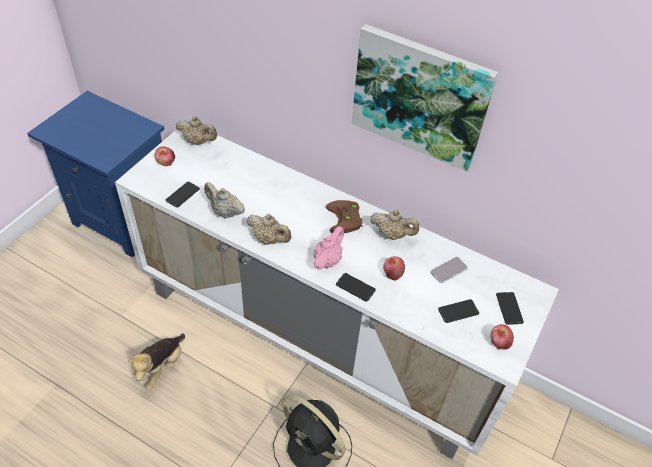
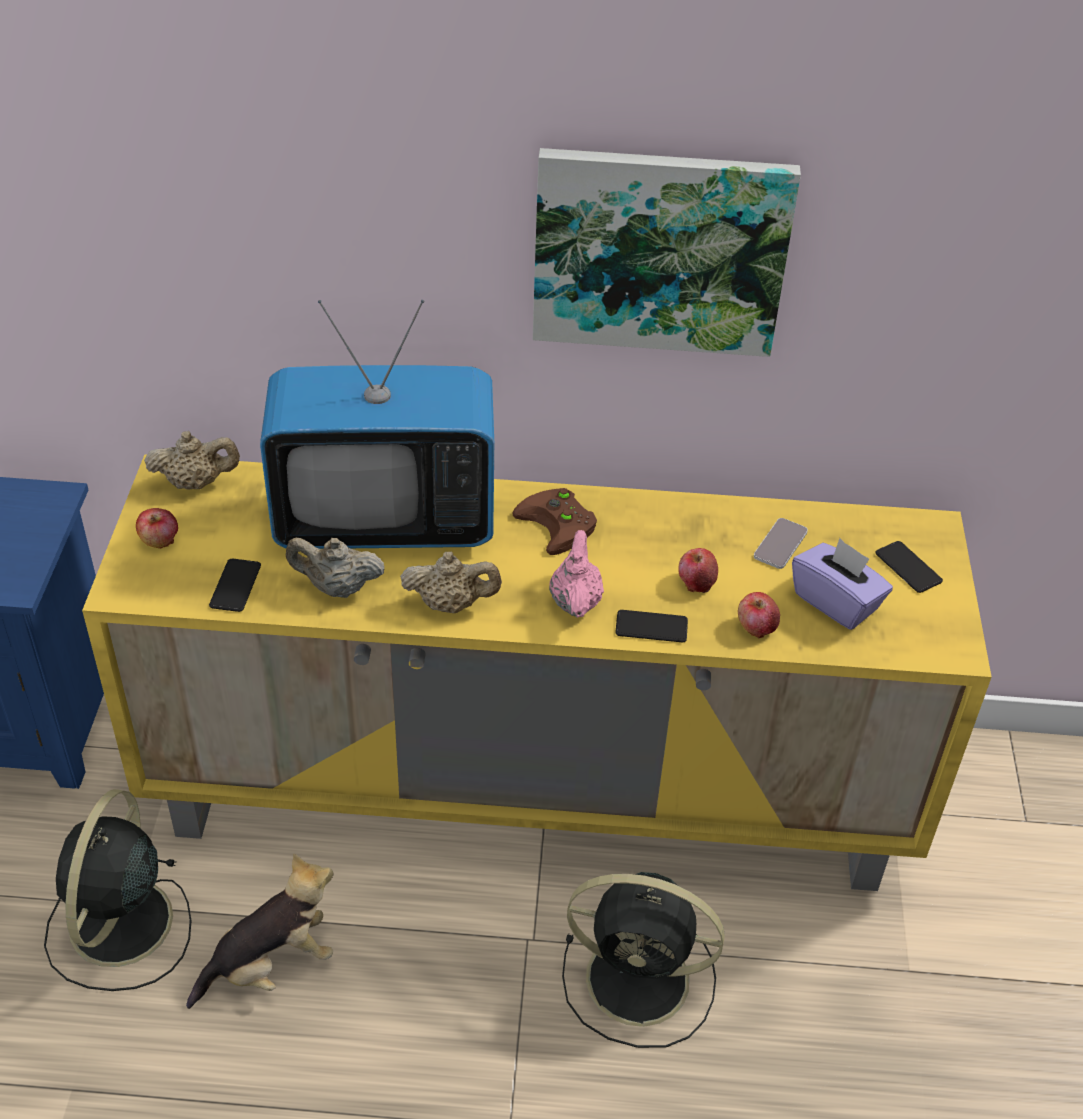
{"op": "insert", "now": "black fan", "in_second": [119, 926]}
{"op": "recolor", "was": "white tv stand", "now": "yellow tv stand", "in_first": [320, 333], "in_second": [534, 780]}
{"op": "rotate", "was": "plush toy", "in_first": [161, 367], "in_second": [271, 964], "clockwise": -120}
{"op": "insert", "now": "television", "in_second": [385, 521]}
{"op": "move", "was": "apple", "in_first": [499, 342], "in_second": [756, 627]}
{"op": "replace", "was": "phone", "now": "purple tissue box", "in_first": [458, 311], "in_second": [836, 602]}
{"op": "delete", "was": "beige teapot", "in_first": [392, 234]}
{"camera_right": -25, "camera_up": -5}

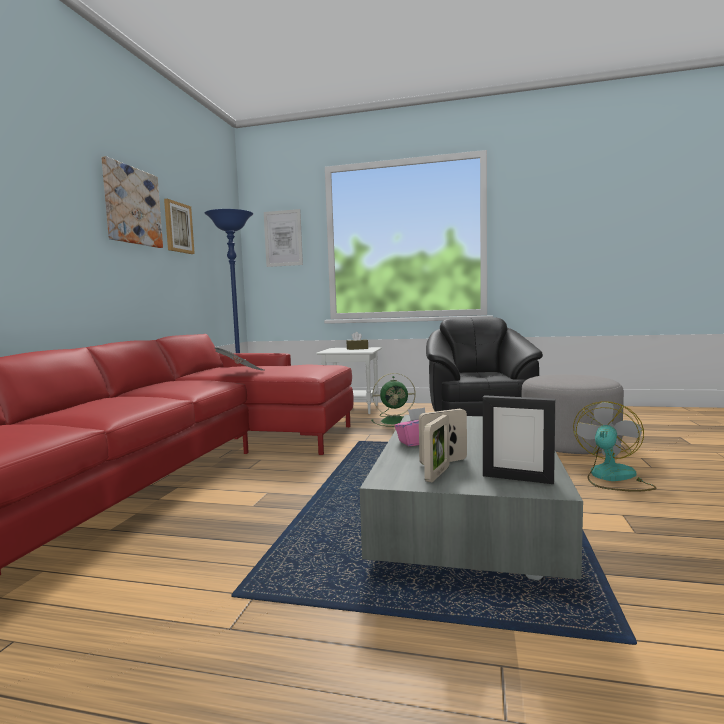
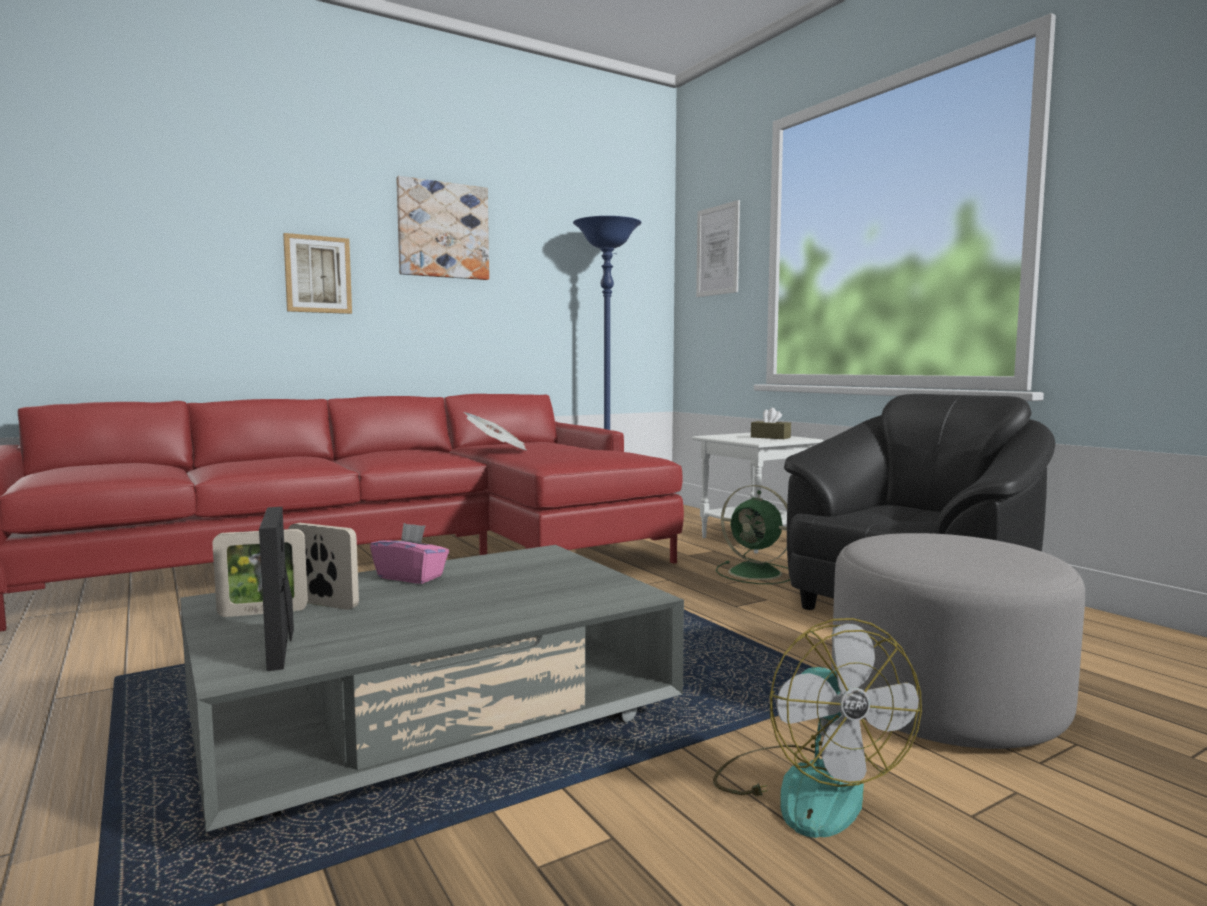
{"op": "move", "was": "picture", "in_first": [178, 227], "in_second": [317, 274]}
{"op": "rotate", "was": "fan", "in_first": [612, 478], "in_second": [806, 787], "clockwise": 90}
{"camera_right": 45, "camera_up": 0}

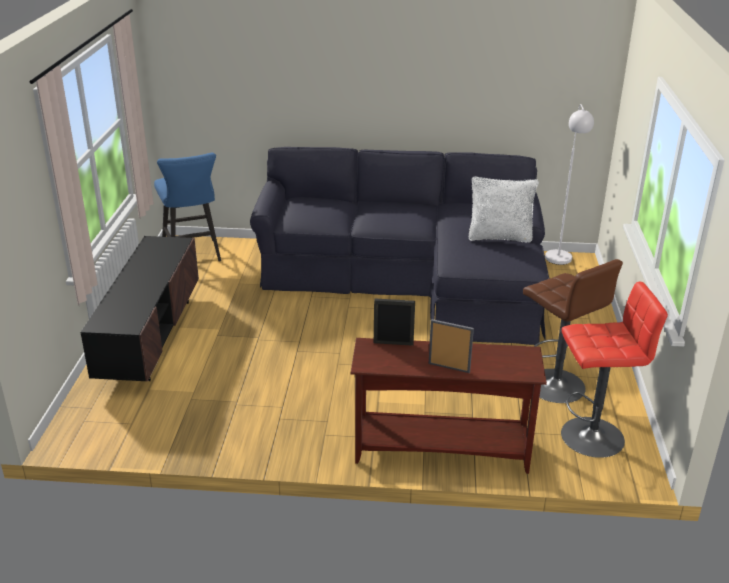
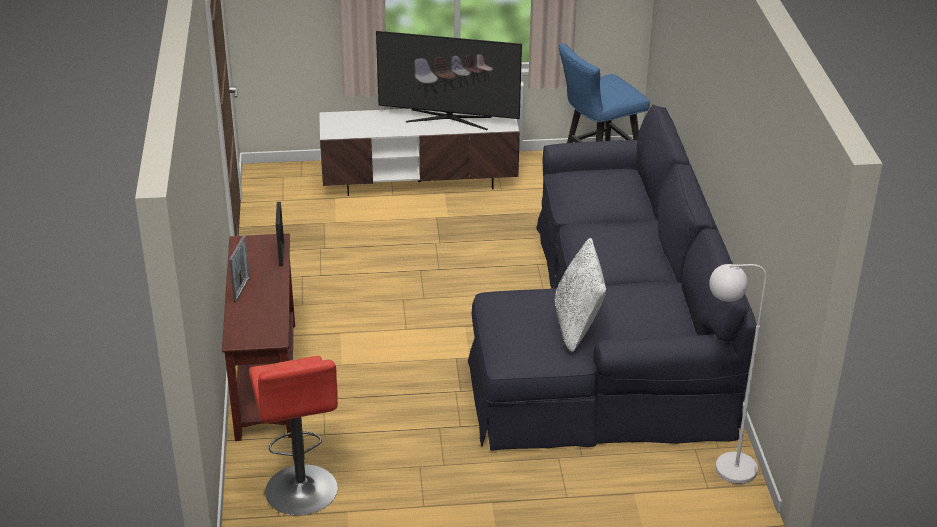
{"op": "recolor", "was": "black tv stand", "now": "white tv stand", "in_first": [150, 338], "in_second": [419, 181]}
{"op": "insert", "now": "television", "in_second": [448, 119]}
{"op": "delete", "was": "brown stool", "in_first": [556, 386]}
{"camera_right": 80, "camera_up": 5}

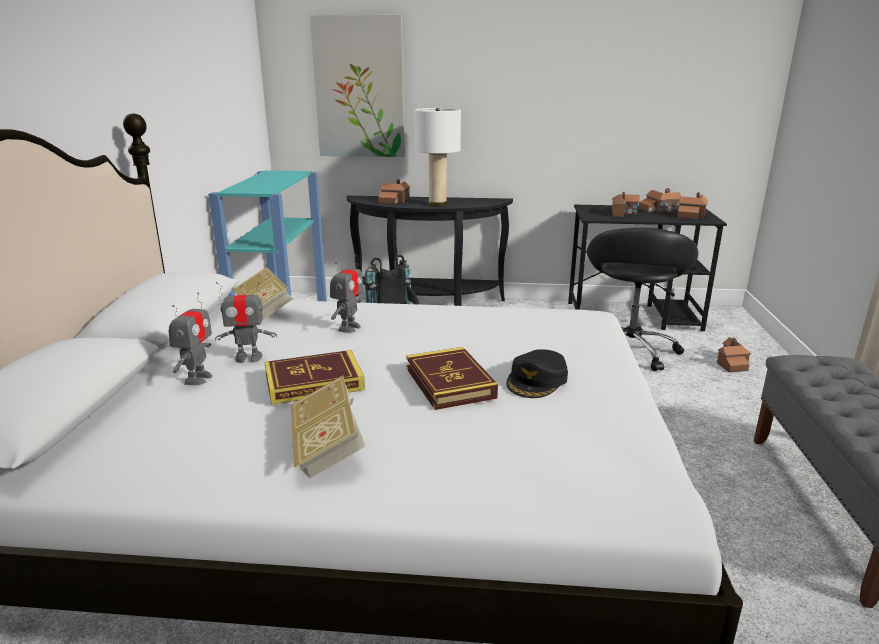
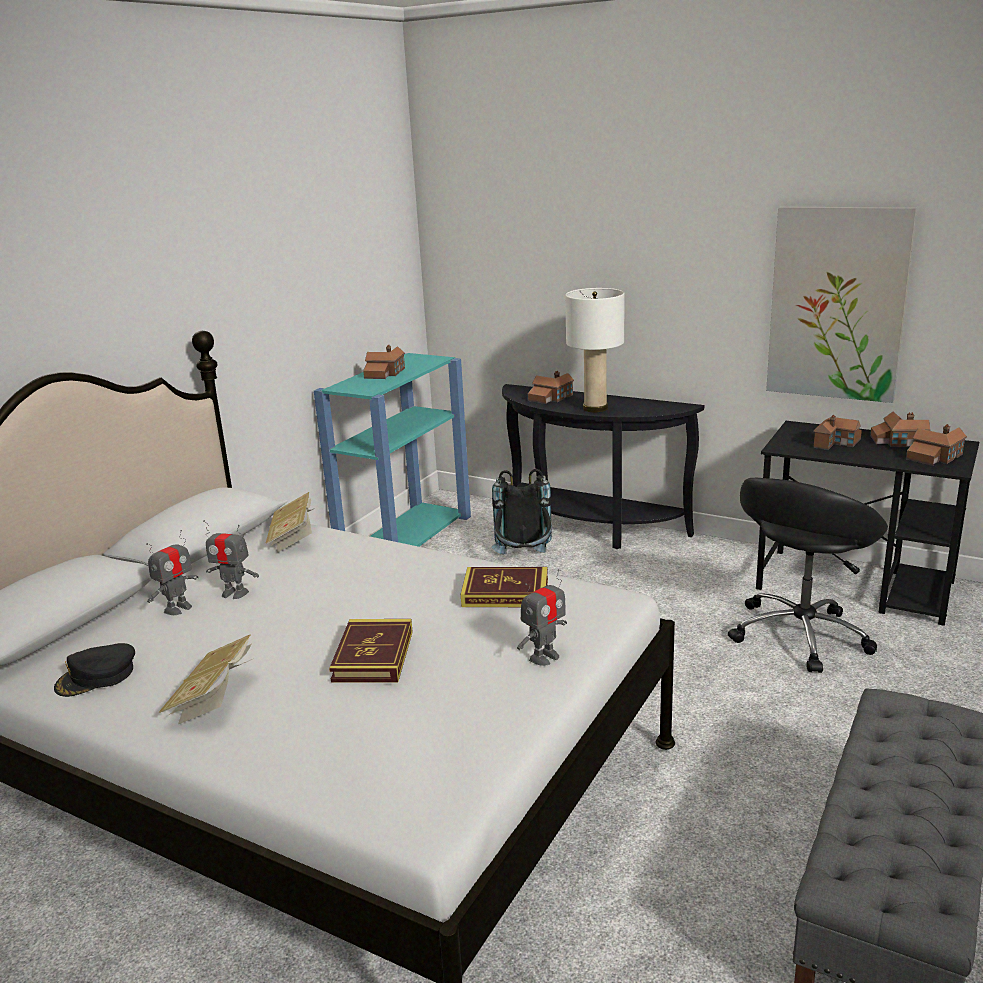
{"op": "move", "was": "black cap", "in_first": [537, 380], "in_second": [97, 677]}
{"op": "move", "was": "toy house", "in_first": [731, 363], "in_second": [385, 373]}
{"op": "move", "was": "book", "in_first": [314, 382], "in_second": [505, 592]}
{"op": "move", "was": "toy robot", "in_first": [349, 328], "in_second": [544, 657]}
{"op": "move", "was": "picture", "in_first": [359, 88], "in_second": [837, 304]}
{"camera_right": 25, "camera_up": 0}

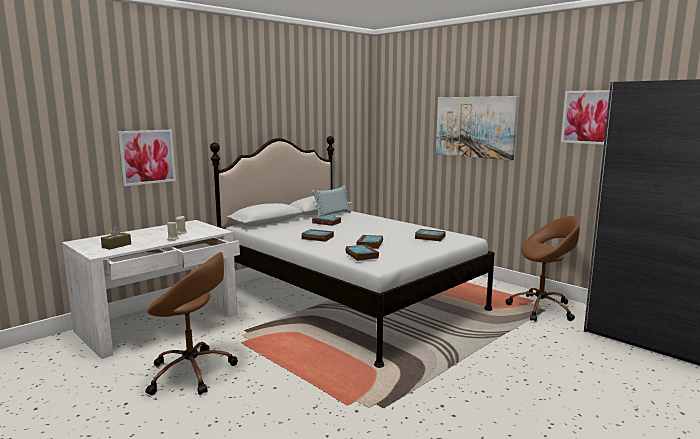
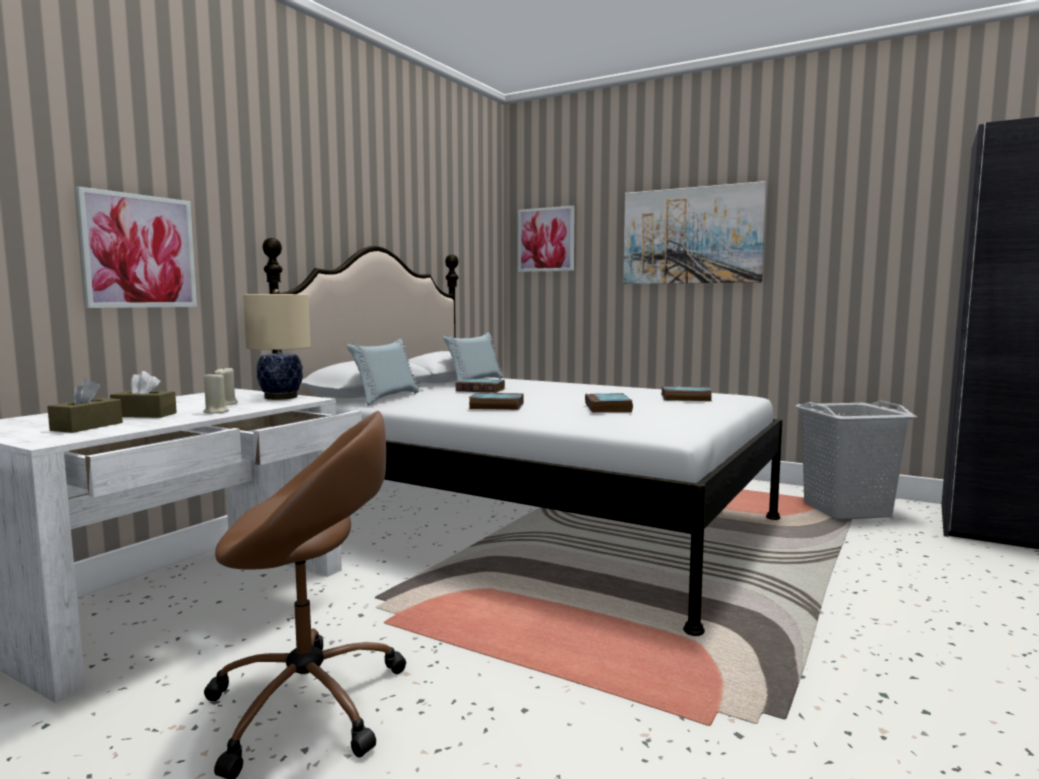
{"op": "insert", "now": "brown tissue box", "in_second": [144, 415]}
{"op": "insert", "now": "beige table lamp", "in_second": [281, 397]}
{"op": "insert", "now": "blue pillow", "in_second": [386, 398]}
{"op": "move", "was": "picture", "in_first": [590, 117], "in_second": [546, 239]}
{"op": "replace", "was": "brown office chair", "now": "grey laundry basket", "in_first": [542, 308], "in_second": [847, 510]}
{"op": "delete", "was": "book", "in_first": [361, 255]}
{"camera_right": -15, "camera_up": -5}

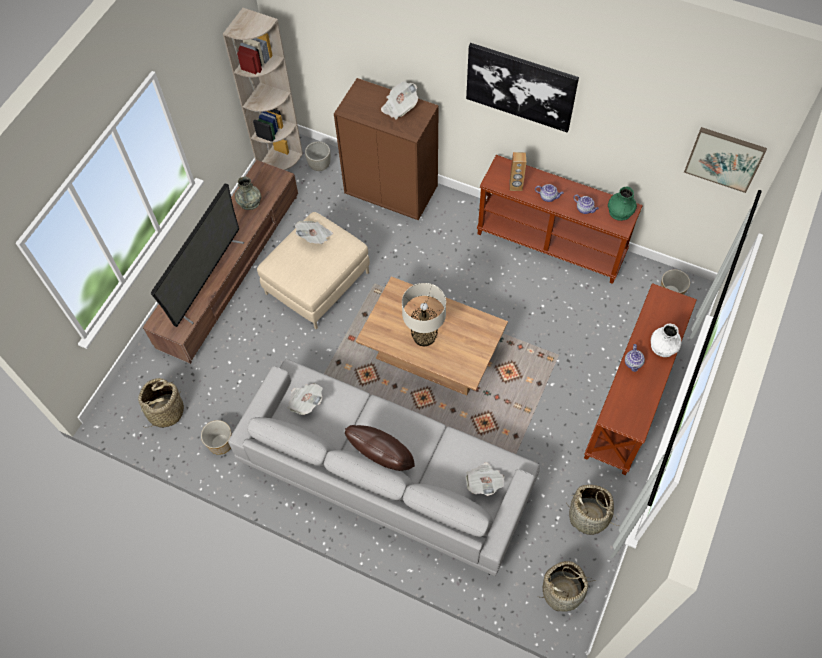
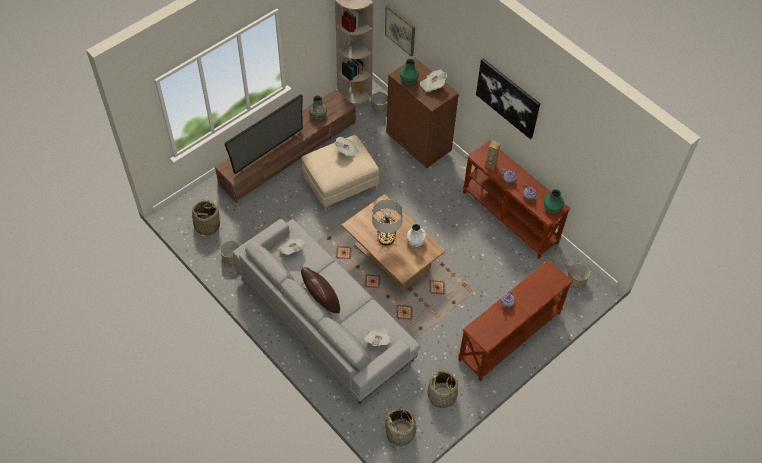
{"op": "move", "was": "picture", "in_first": [724, 158], "in_second": [400, 30]}
{"op": "insert", "now": "green vase", "in_second": [409, 79]}
{"op": "move", "was": "white vase", "in_first": [663, 346], "in_second": [416, 240]}
{"camera_right": 20, "camera_up": -5}

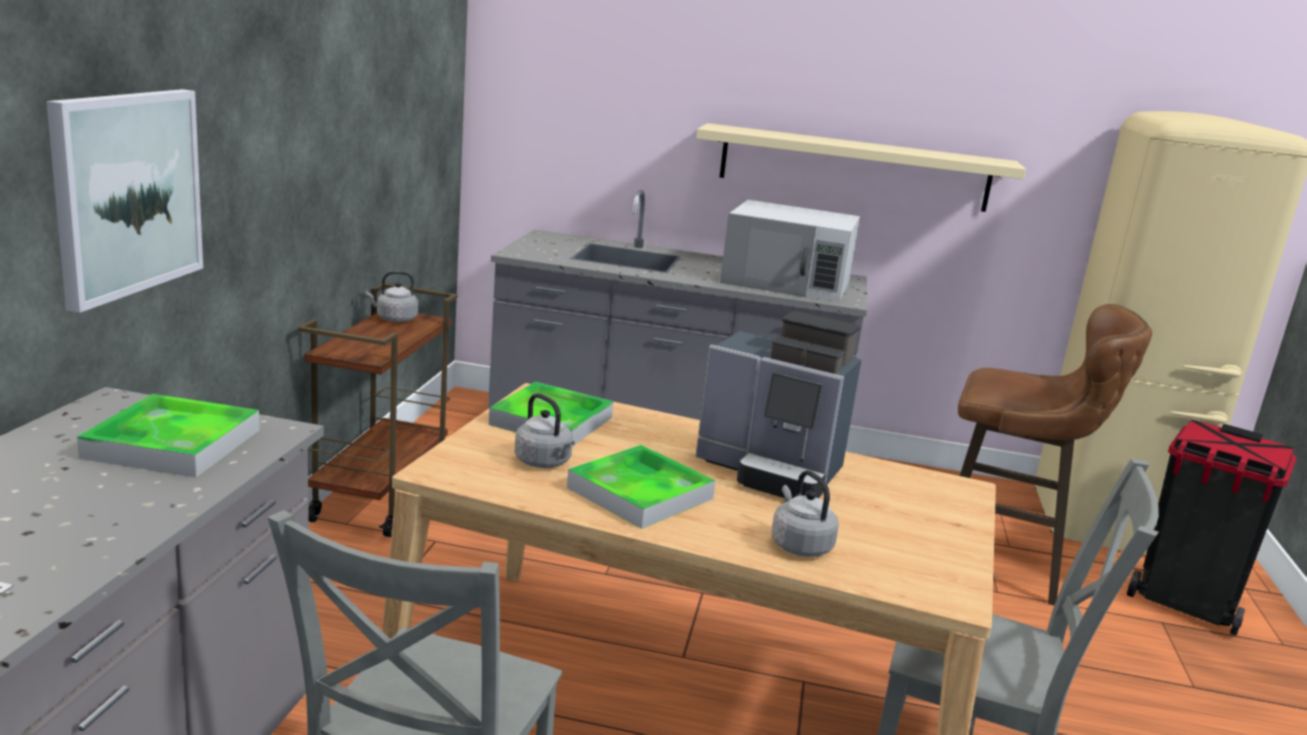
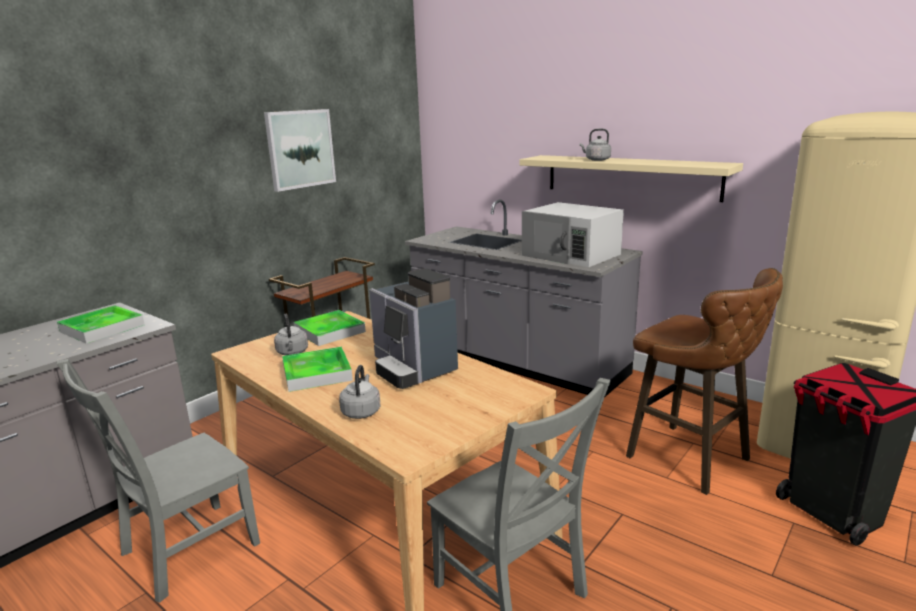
{"op": "move", "was": "picture", "in_first": [127, 193], "in_second": [300, 149]}
{"op": "move", "was": "grey kettle", "in_first": [394, 319], "in_second": [596, 160]}
{"camera_right": 30, "camera_up": 0}

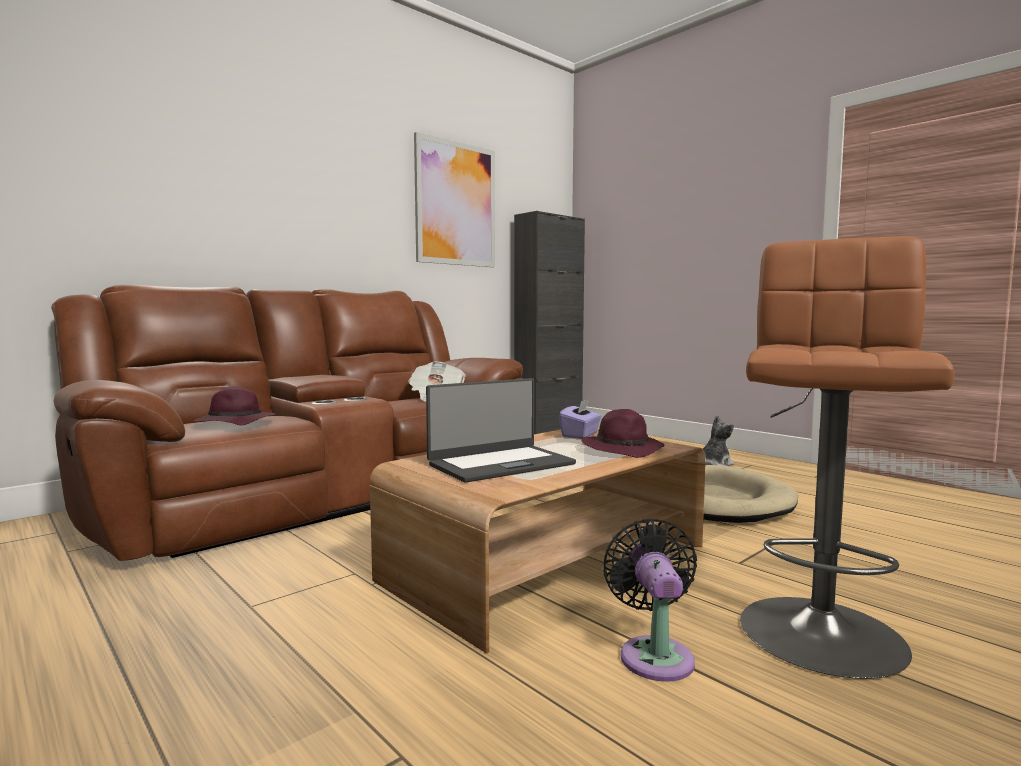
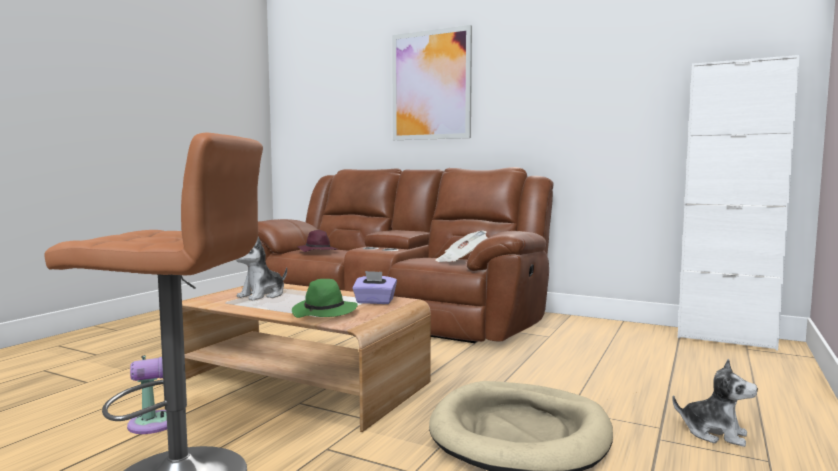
{"op": "replace", "was": "laptop", "now": "plush toy", "in_first": [500, 464], "in_second": [262, 295]}
{"op": "recolor", "was": "purple hat", "now": "green hat", "in_first": [623, 449], "in_second": [325, 313]}
{"op": "move", "was": "picture", "in_first": [455, 204], "in_second": [431, 85]}
{"op": "recolor", "was": "black cabinet", "now": "white cabinet", "in_first": [548, 430], "in_second": [725, 338]}
{"camera_right": 70, "camera_up": 0}

